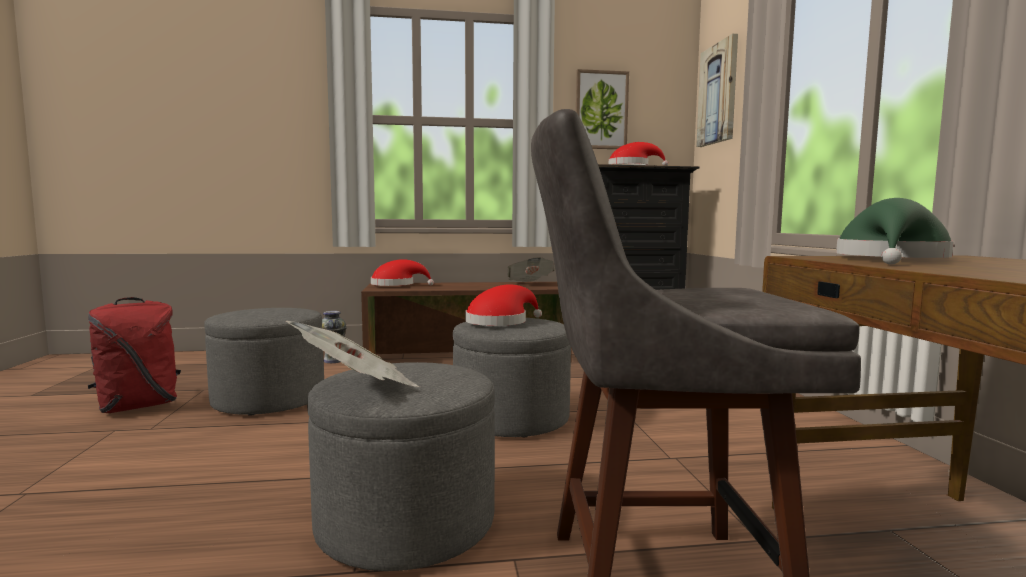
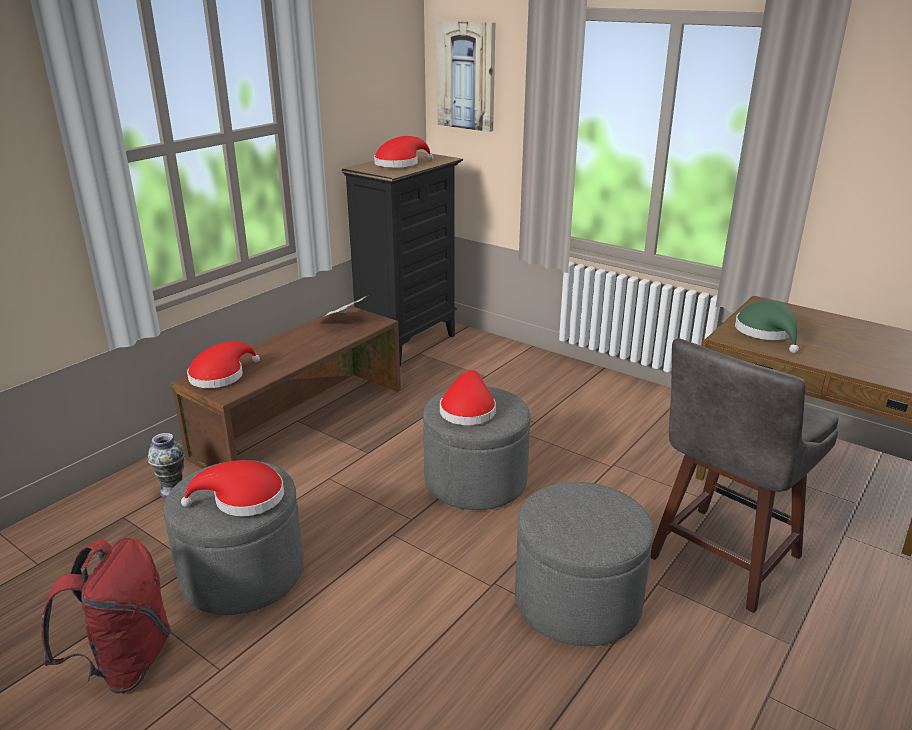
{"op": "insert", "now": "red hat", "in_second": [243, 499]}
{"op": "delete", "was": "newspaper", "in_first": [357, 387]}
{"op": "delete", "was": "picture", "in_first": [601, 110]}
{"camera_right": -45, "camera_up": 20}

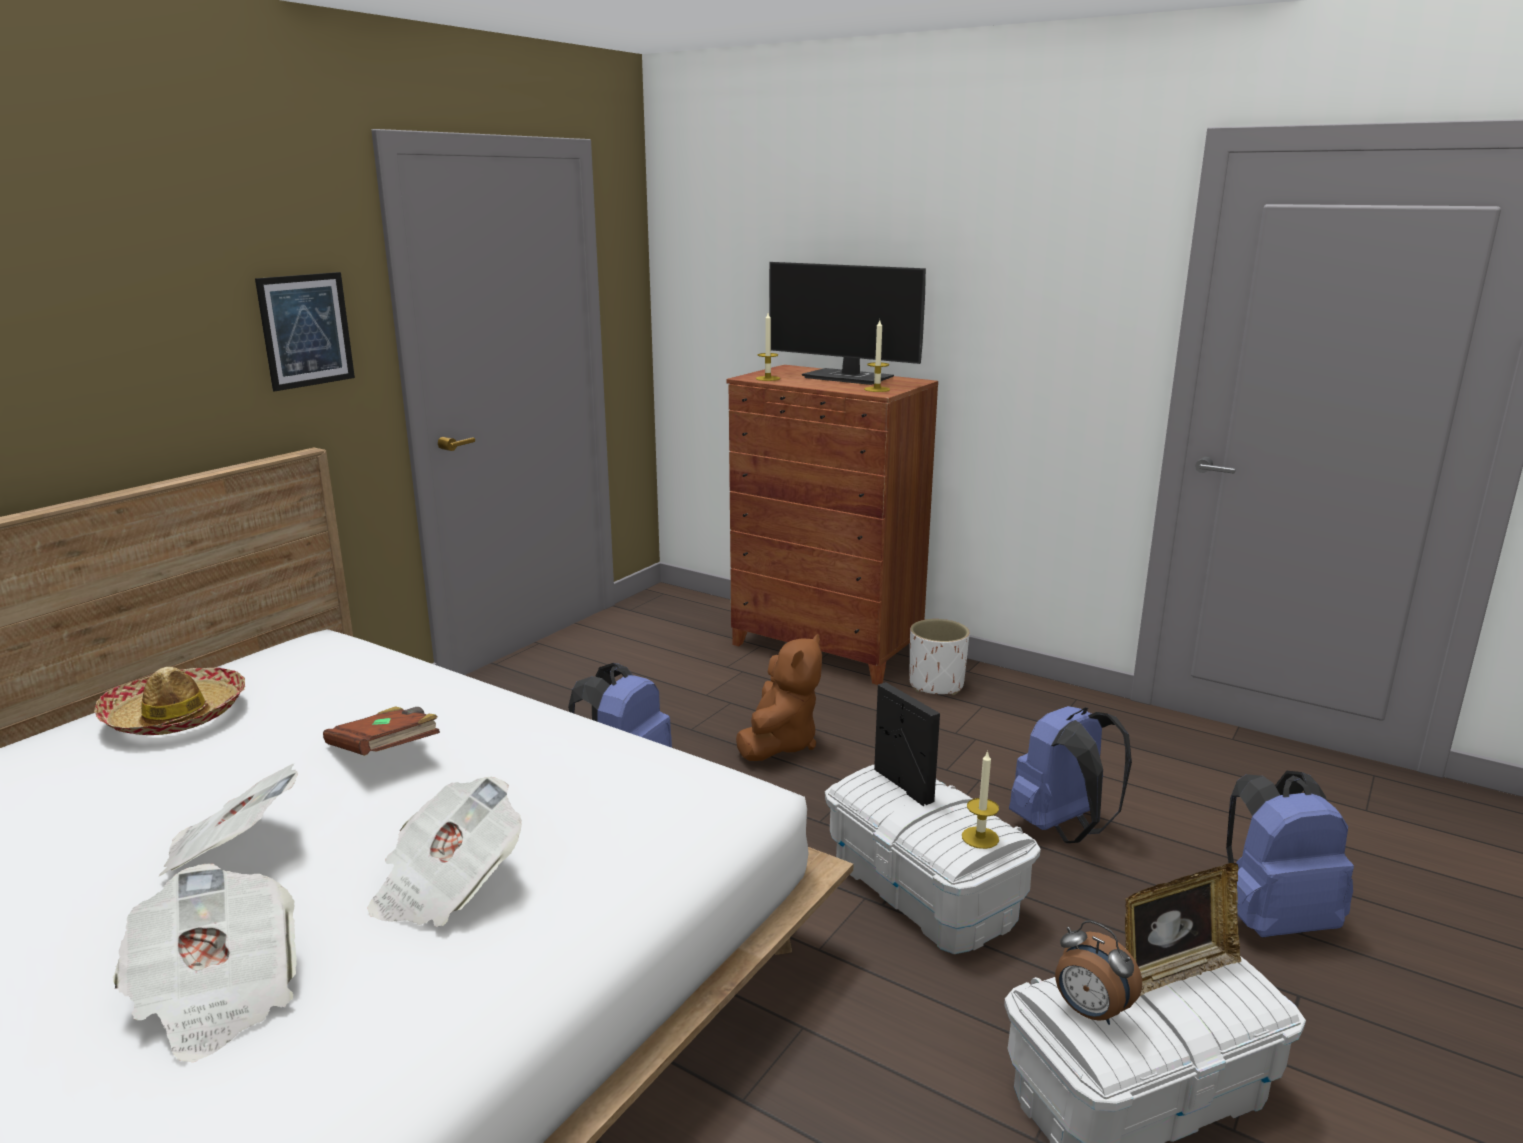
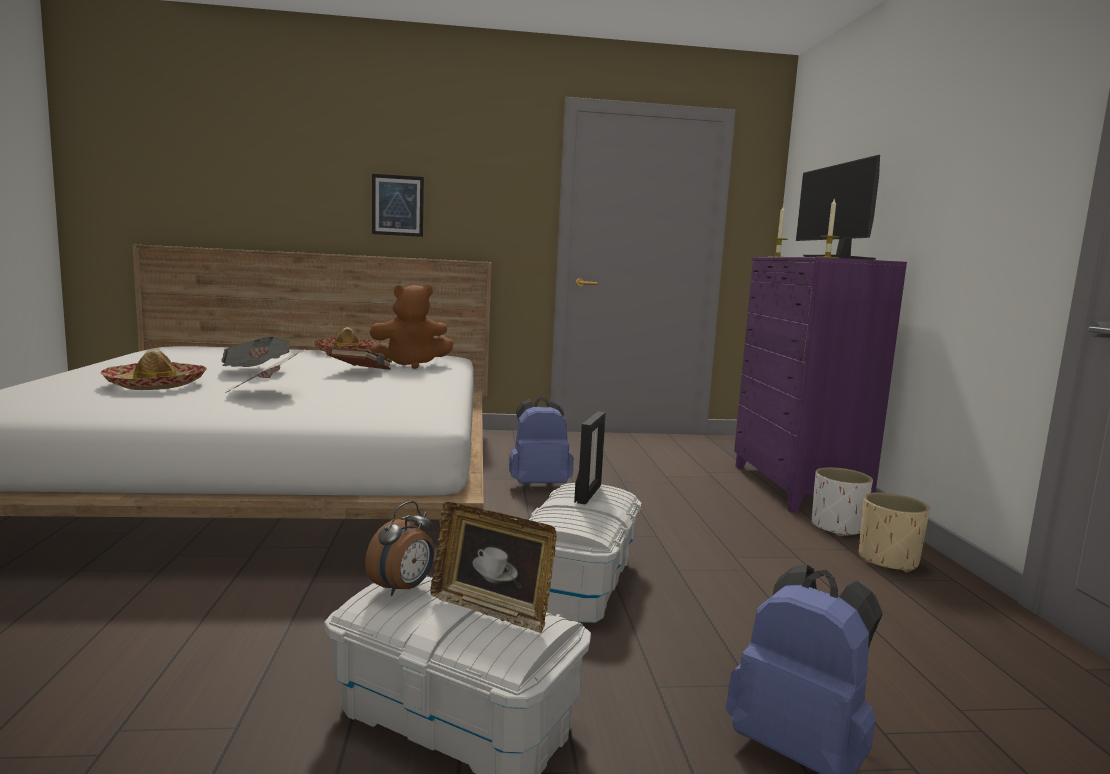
{"op": "replace", "was": "newspaper", "now": "hat", "in_first": [217, 995], "in_second": [155, 385]}
{"op": "rotate", "was": "alarm clock", "in_first": [1089, 1012], "in_second": [403, 588], "clockwise": -150}
{"op": "move", "was": "brown plush toy", "in_first": [779, 743], "in_second": [411, 365]}
{"op": "move", "was": "picture", "in_first": [306, 330], "in_second": [397, 205]}
{"op": "recolor", "was": "brown dresser", "now": "purple dresser", "in_first": [826, 649], "in_second": [795, 488]}
{"op": "insert", "now": "beige planter", "in_second": [888, 561]}
{"op": "delete", "was": "candle", "in_first": [980, 837]}
{"op": "delete", "was": "blue backpack", "in_first": [1062, 828]}
{"camera_right": 50, "camera_up": -10}

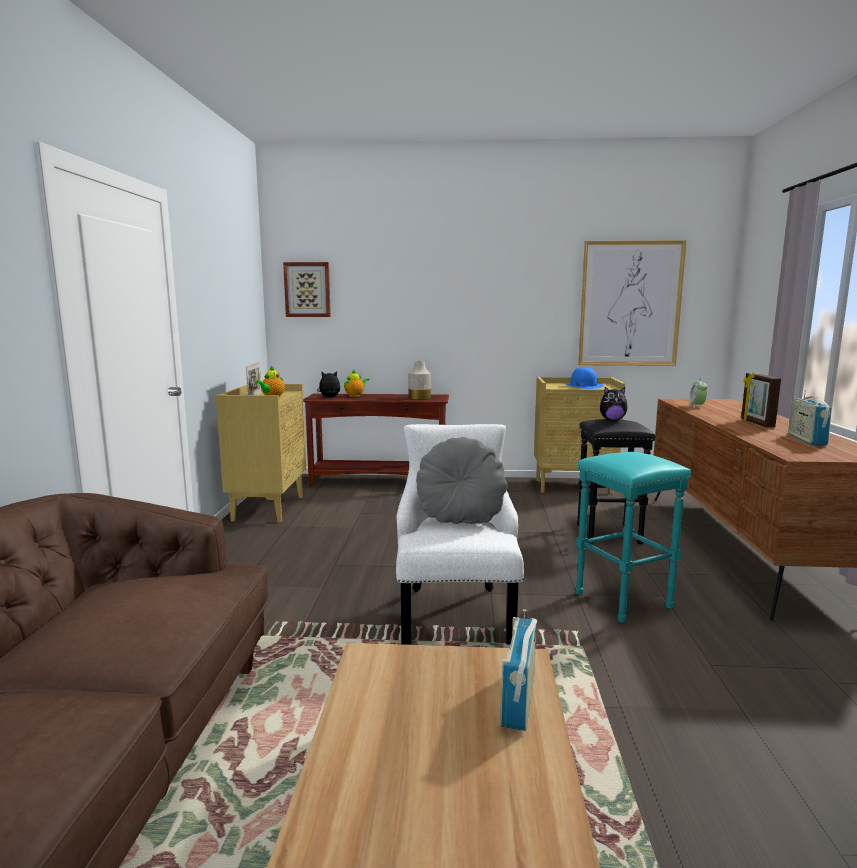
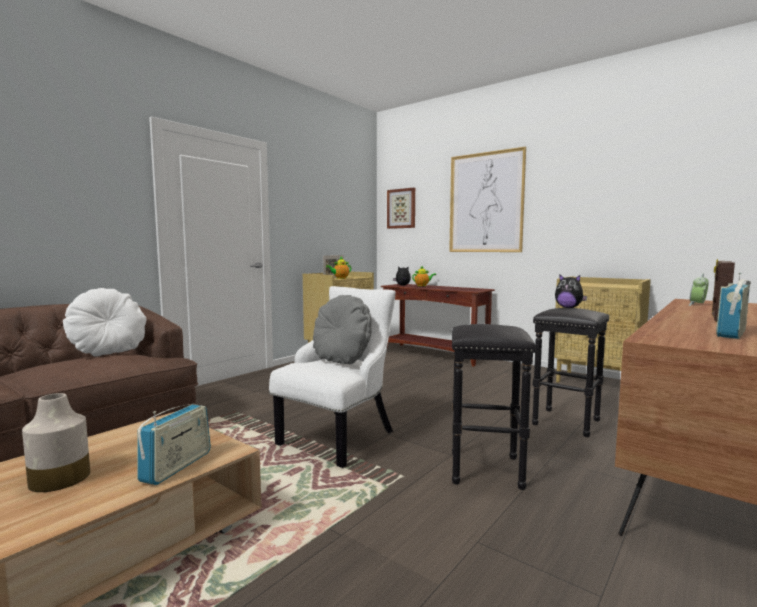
{"op": "move", "was": "beige vase", "in_first": [419, 398], "in_second": [60, 478]}
{"op": "insert", "now": "white pillow", "in_second": [109, 353]}
{"op": "rotate", "was": "radio", "in_first": [519, 700], "in_second": [177, 466], "clockwise": 150}
{"op": "move", "was": "picture", "in_first": [630, 304], "in_second": [486, 202]}
{"op": "recolor", "was": "turquoise stool", "now": "black stool", "in_first": [625, 600], "in_second": [487, 470]}
{"op": "delete", "was": "blue hat", "in_first": [583, 386]}
{"camera_right": 35, "camera_up": -5}

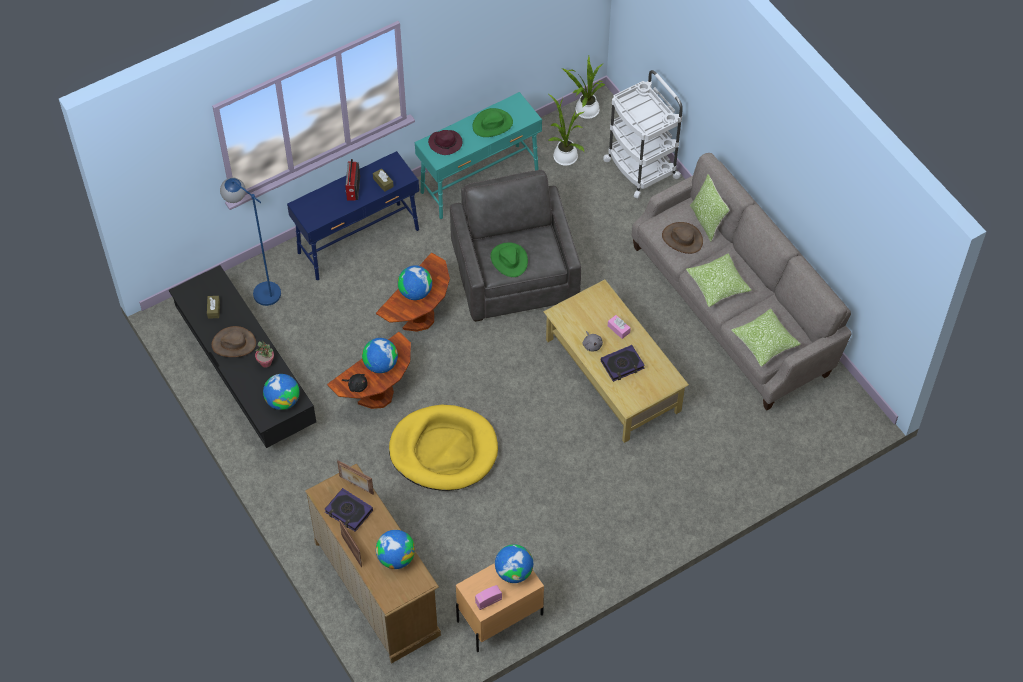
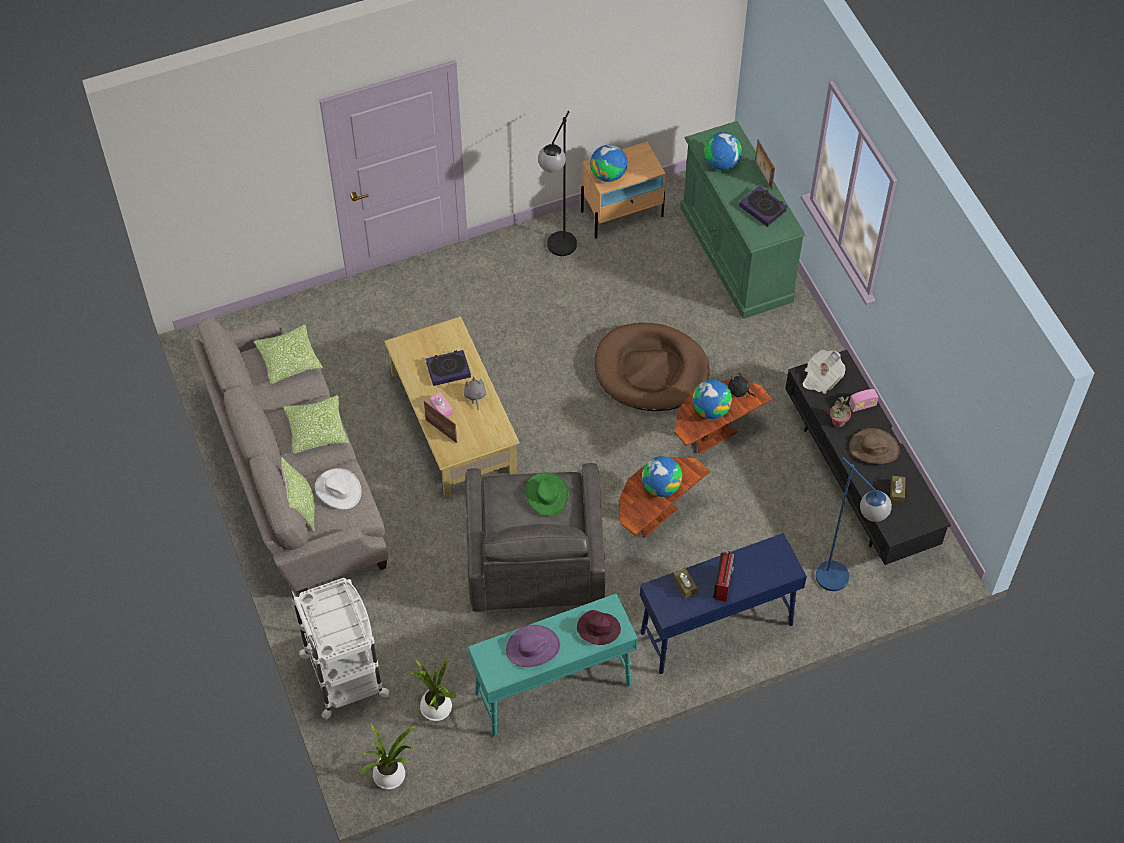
{"op": "recolor", "was": "brown hat", "now": "white hat", "in_first": [682, 239], "in_second": [338, 490]}
{"op": "move", "was": "picture frame", "in_first": [356, 486], "in_second": [442, 430]}
{"op": "recolor", "was": "green hat", "now": "purple hat", "in_first": [492, 124], "in_second": [533, 648]}
{"op": "insert", "now": "black floor lamp", "in_second": [558, 252]}
{"op": "recolor", "was": "yellow dog bed", "now": "brown dog bed", "in_first": [443, 450], "in_second": [651, 370]}
{"op": "recolor", "was": "brown cabinet", "now": "green cabinet", "in_first": [377, 587], "in_second": [735, 255]}
{"op": "replace", "was": "globe", "now": "newspaper", "in_first": [283, 401], "in_second": [821, 378]}
{"op": "move", "was": "radio", "in_first": [488, 601], "in_second": [862, 405]}
{"camera_right": -170, "camera_up": 0}

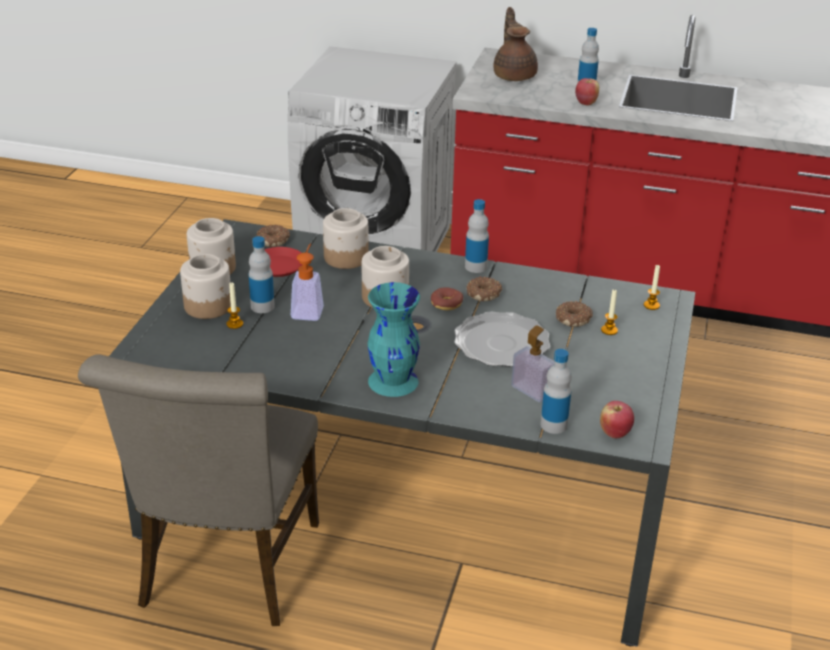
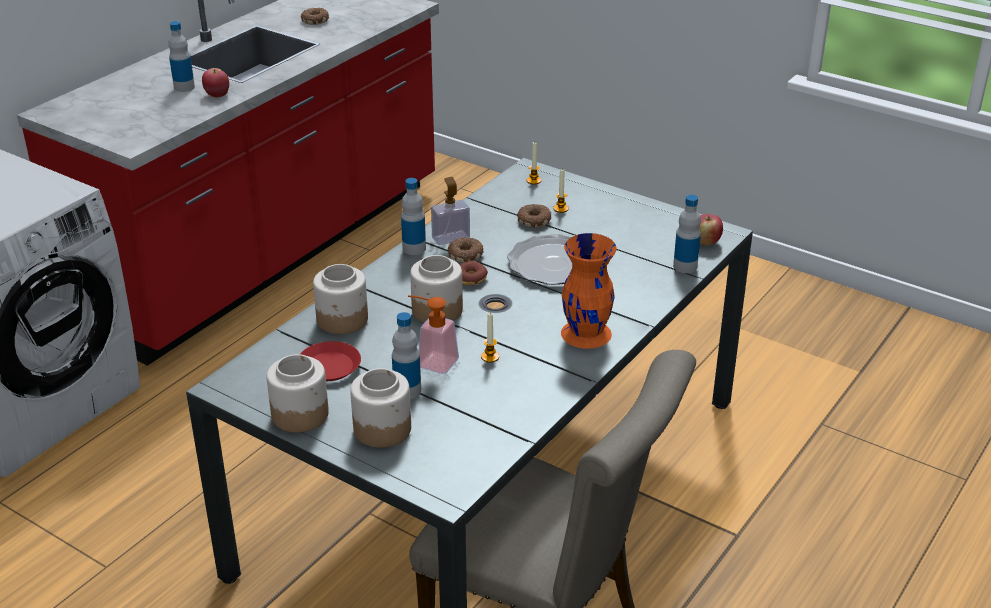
{"op": "move", "was": "donut", "in_first": [273, 240], "in_second": [314, 20]}
{"op": "move", "was": "soap dispenser", "in_first": [531, 390], "in_second": [451, 238]}
{"op": "move", "was": "candle", "in_first": [234, 324], "in_second": [490, 357]}
{"op": "recolor", "was": "turquoise vase", "now": "orange vase", "in_first": [393, 382], "in_second": [587, 333]}
{"op": "delete", "was": "brown teapot", "in_first": [514, 75]}
{"camera_right": -70, "camera_up": 0}

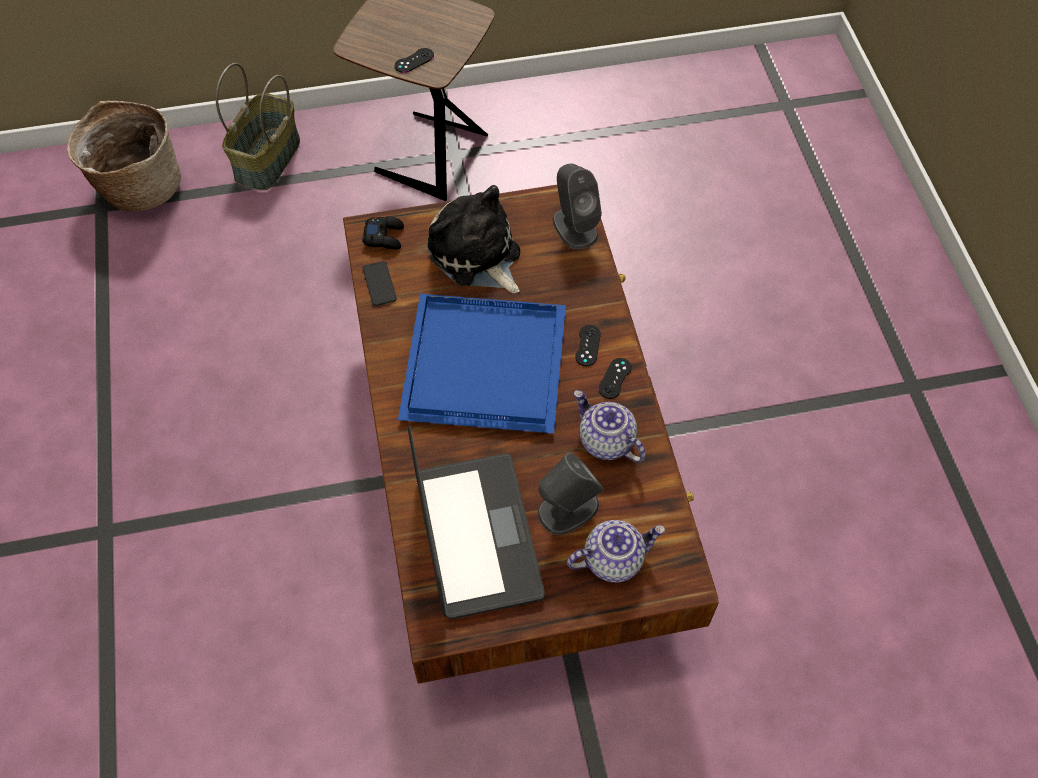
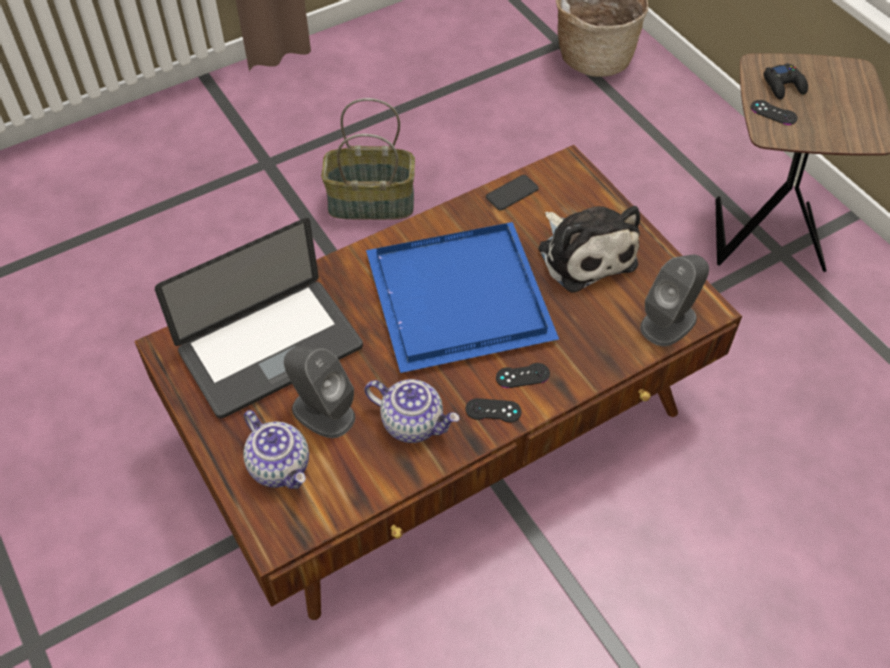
{"op": "move", "was": "basket", "in_first": [268, 160], "in_second": [370, 204]}
{"op": "rotate", "was": "teapot", "in_first": [605, 441], "in_second": [413, 423], "clockwise": 90}
{"op": "rotate", "was": "plush toy", "in_first": [476, 256], "in_second": [584, 253], "clockwise": 120}
{"op": "move", "was": "black game controller", "in_first": [384, 236], "in_second": [784, 85]}
{"camera_right": 70, "camera_up": -5}

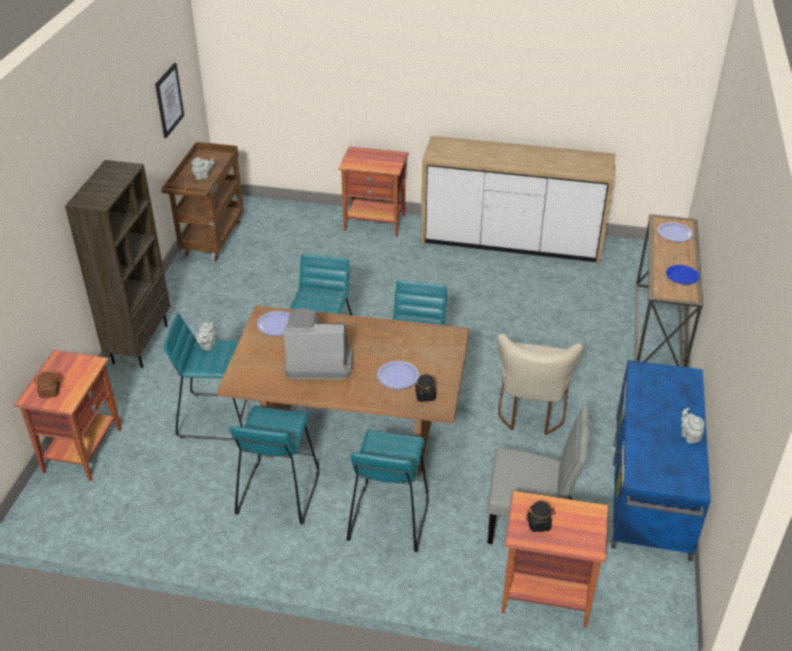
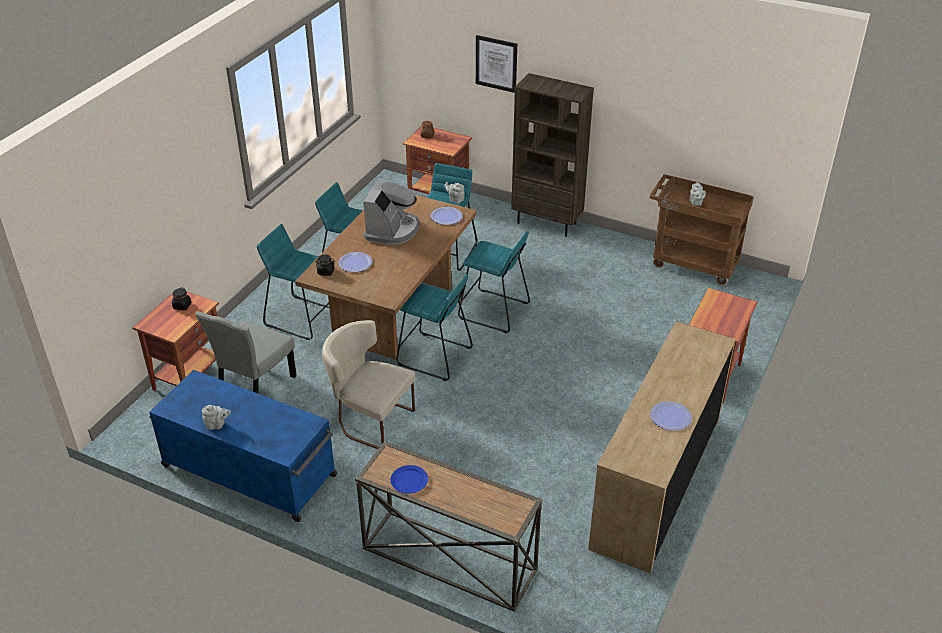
{"op": "move", "was": "picture", "in_first": [169, 100], "in_second": [496, 63]}
{"op": "move", "was": "plate", "in_first": [674, 233], "in_second": [670, 417]}
{"camera_right": 105, "camera_up": 0}

